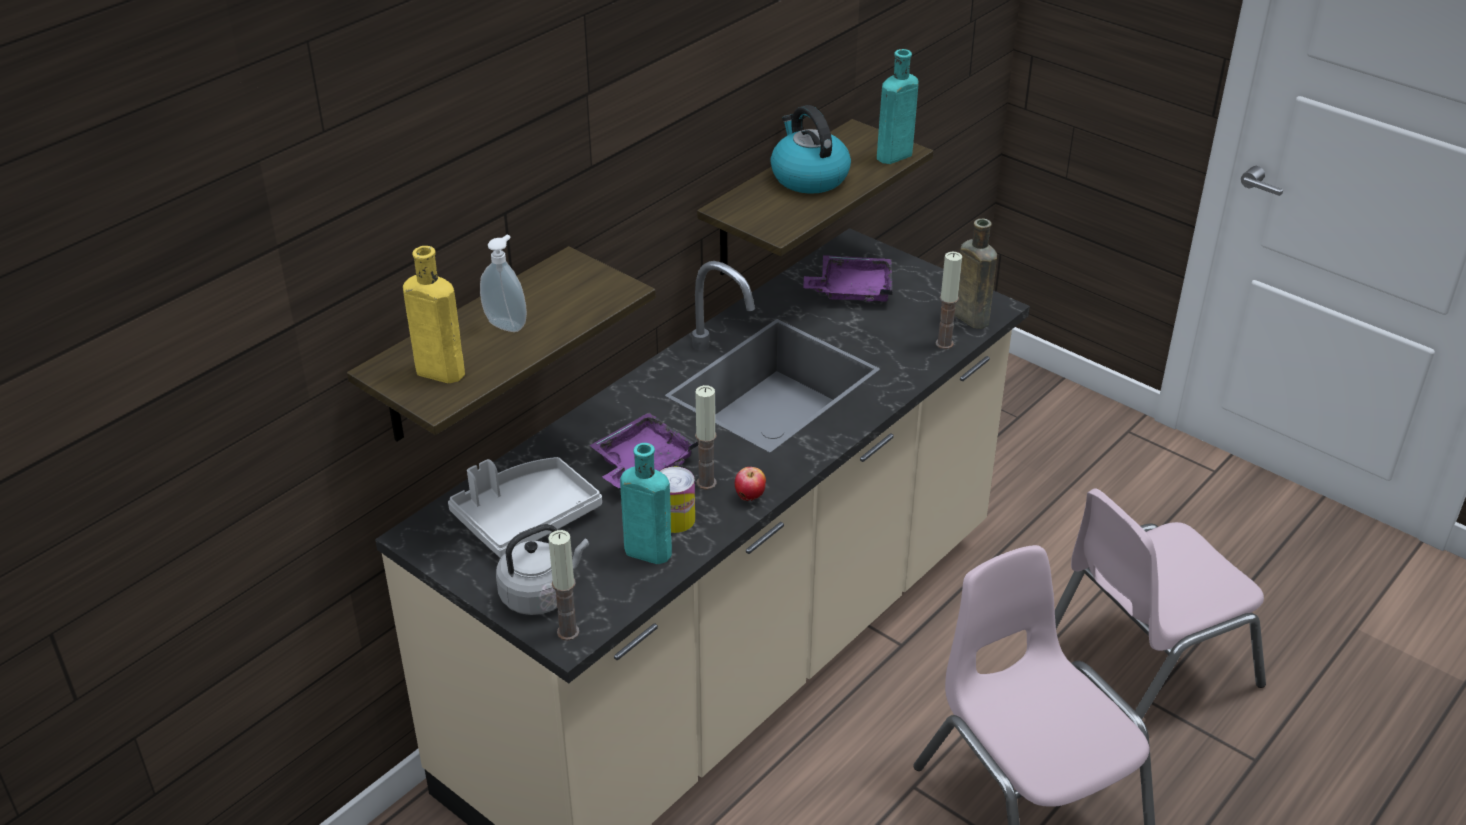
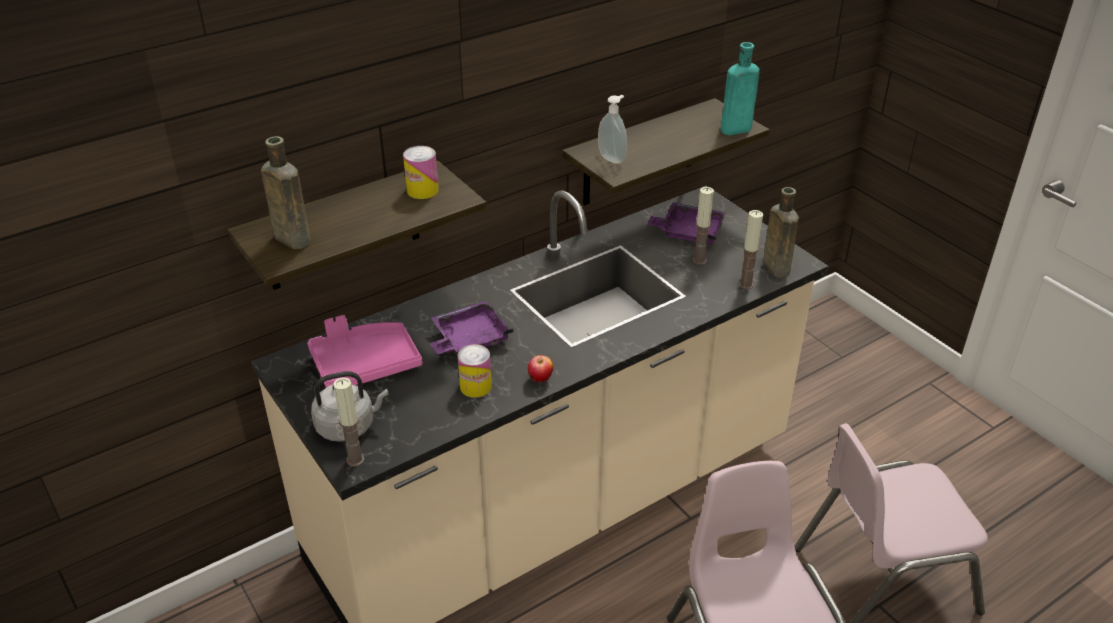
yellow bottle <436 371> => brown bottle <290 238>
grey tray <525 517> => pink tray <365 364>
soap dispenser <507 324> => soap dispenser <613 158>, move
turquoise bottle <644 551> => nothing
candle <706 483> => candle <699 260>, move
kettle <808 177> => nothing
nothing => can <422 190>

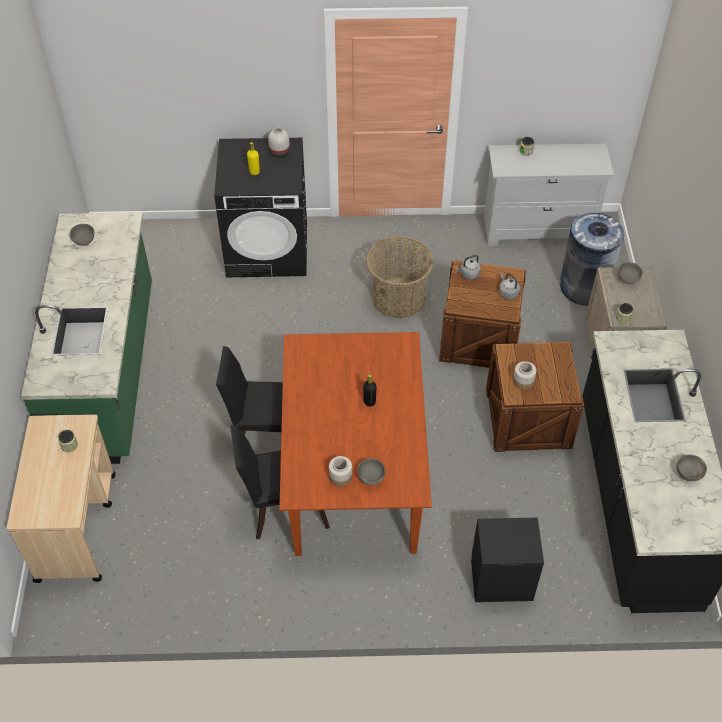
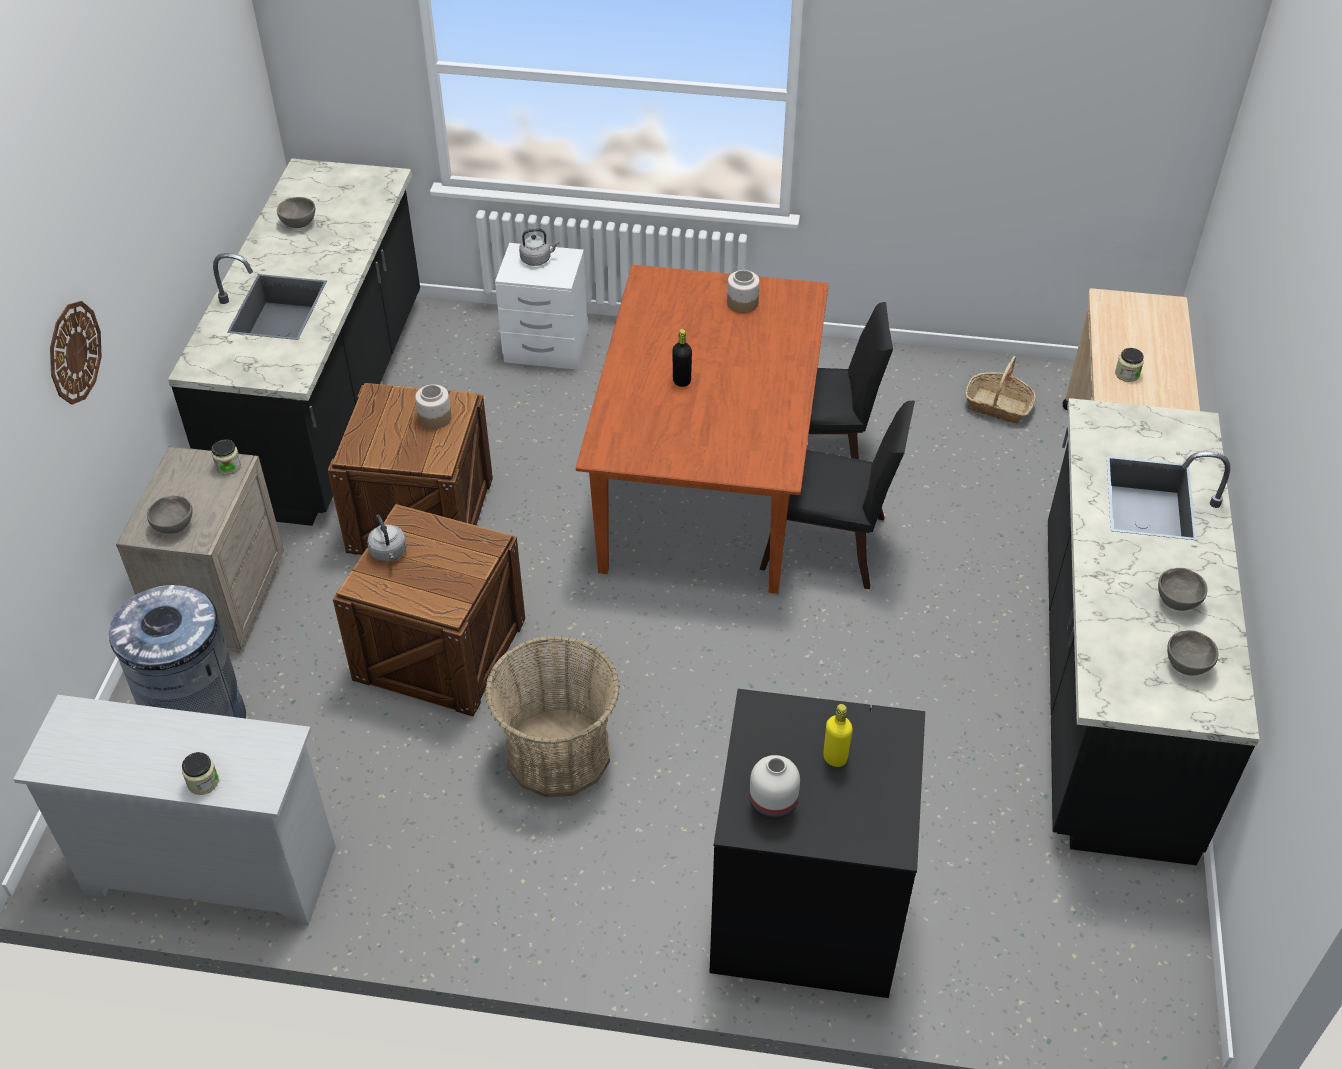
green counter <108 371> => black counter <1109 686>
grey bowl <370 478> => grey bowl <1177 601>, move
grey kettle <468 274> => grey kettle <537 259>, move
black nightstand <501 579> => white nightstand <546 347>
nothing => wall clock <74 352>
nothing => basket <998 406>

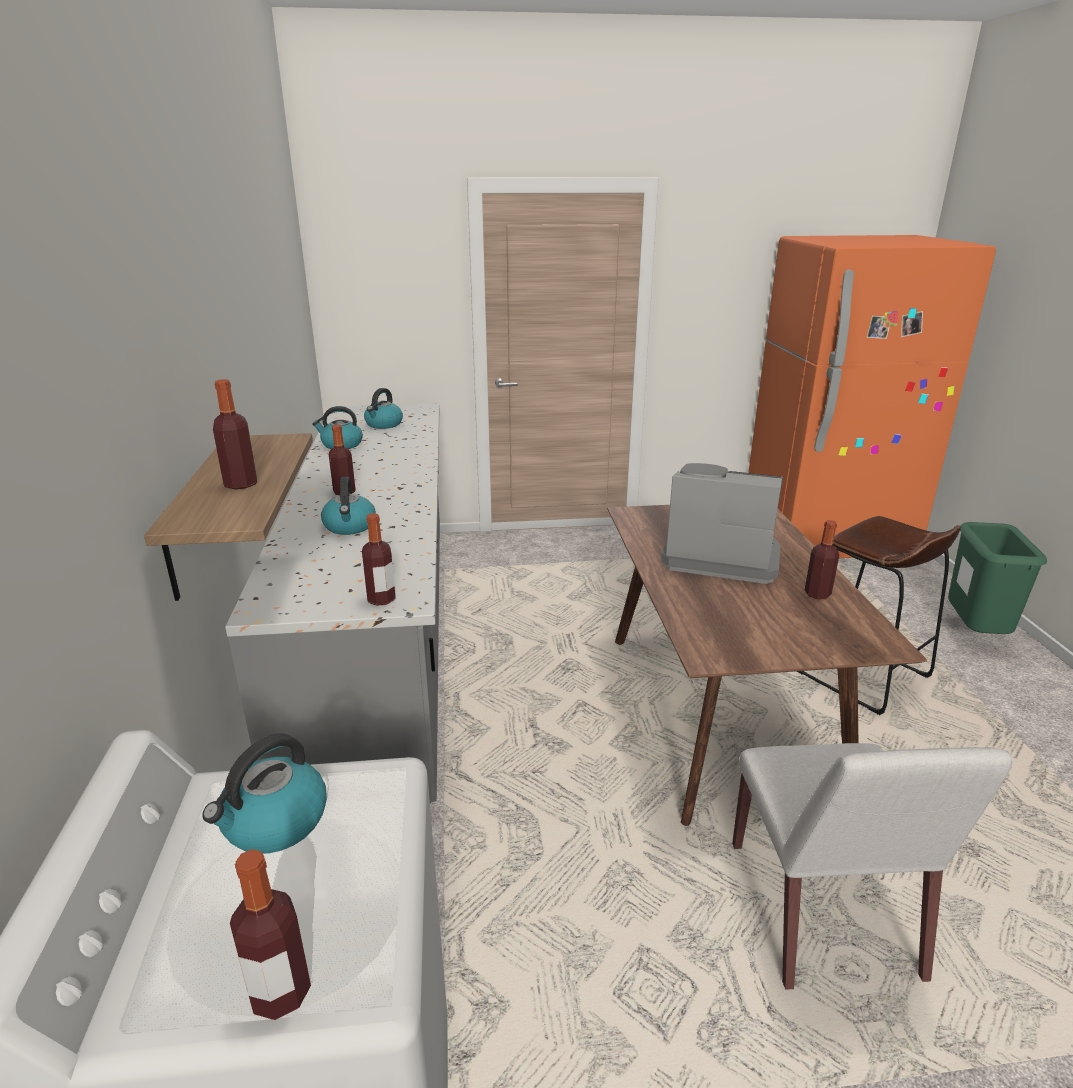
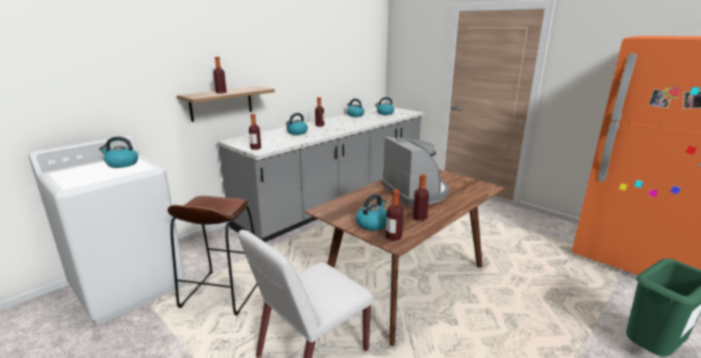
bottle <280 993> => bottle <393 237>, move
brown stool <860 674> => brown stool <222 293>, move
nothing => kettle <372 224>

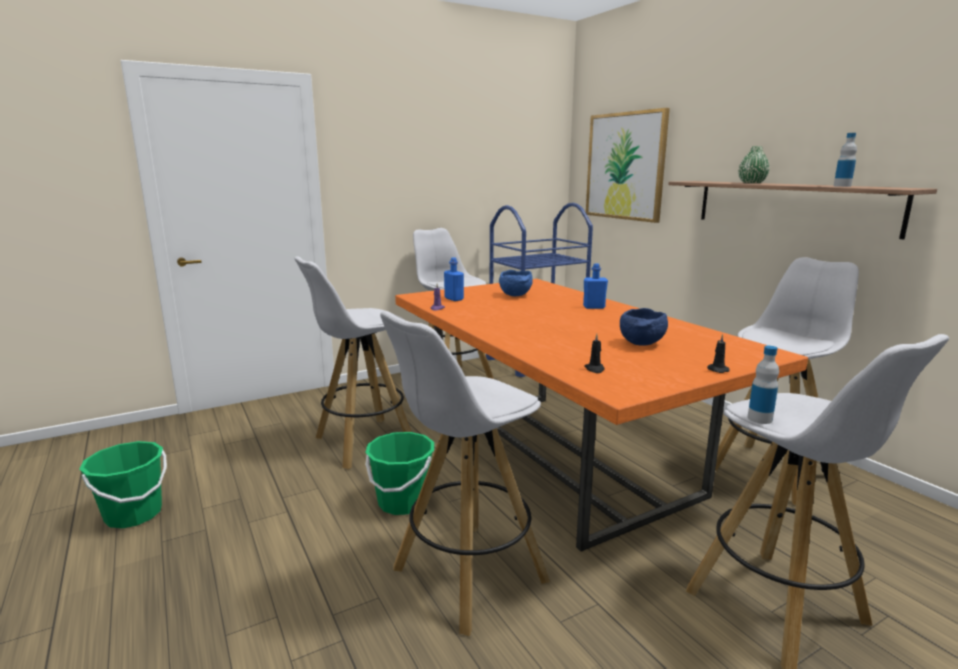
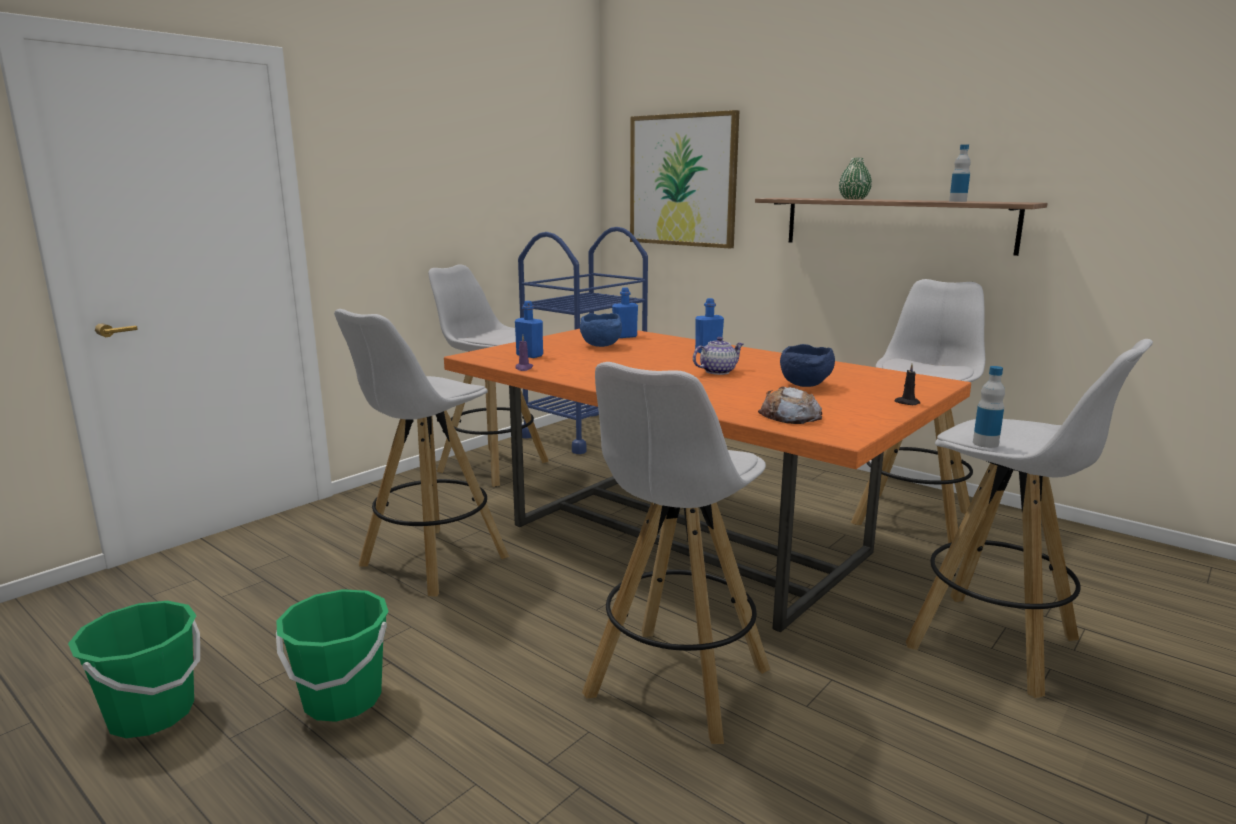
green bucket <402 502> => green bucket <342 699>, move
black candle <595 369> => bread <790 415>
nothing => blue bottle <625 336>
nothing => teapot <718 371>

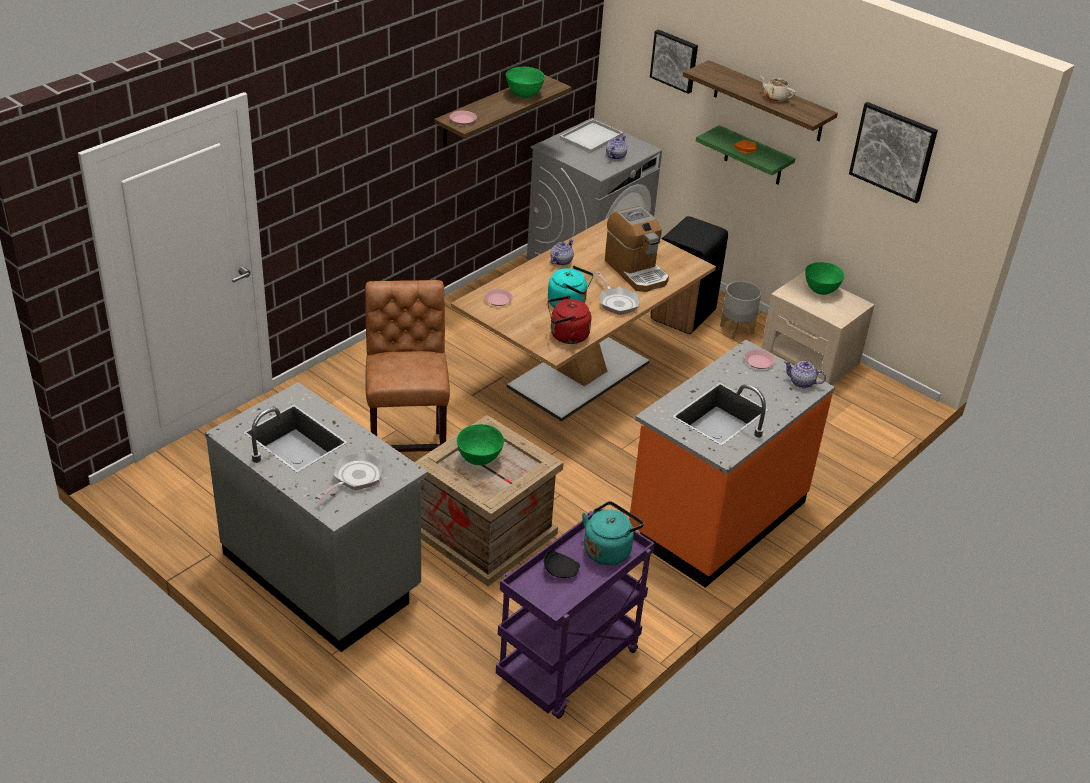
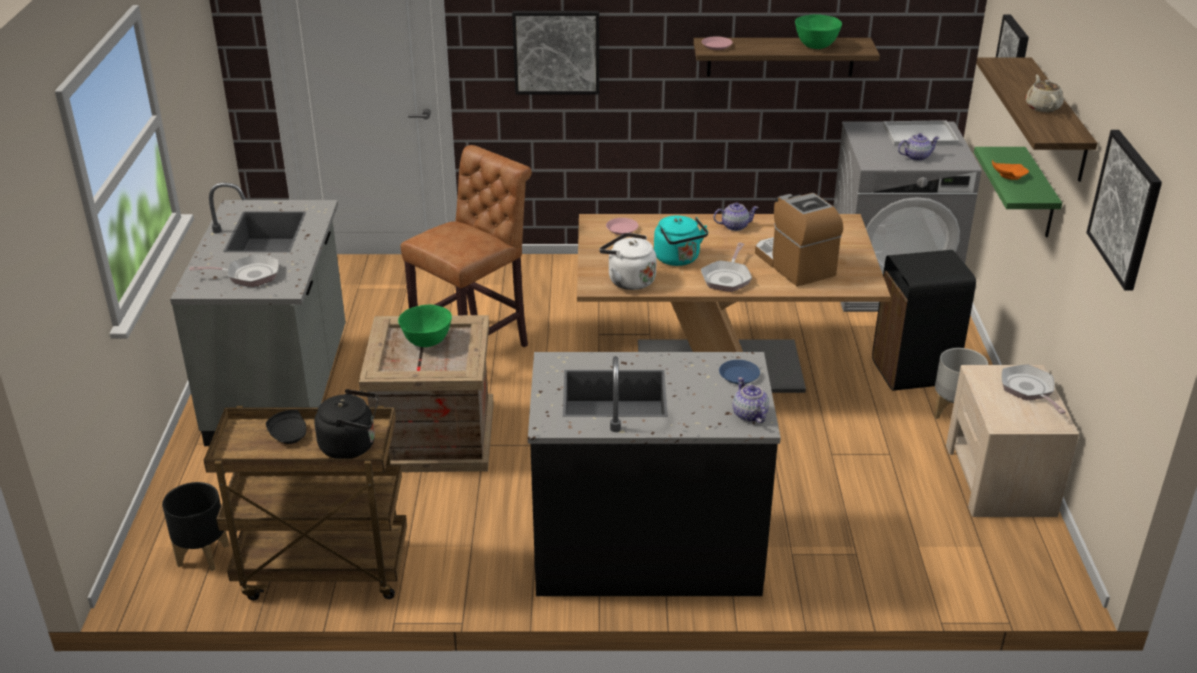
purple cart <569 668> => brown cart <322 571>
red kettle <566 336> => white kettle <628 280>
turquoise kettle <608 549> => black kettle <352 445>
coffee machine <636 271> => coffee machine <794 264>, 135 degrees clockwise
orange counter <715 517> => black counter <647 549>
pink plate <759 362> => blue plate <738 375>
green bowl <821 290> => frying pan <1029 390>
nothing => black planter <203 554>
nothing => picture <556 52>

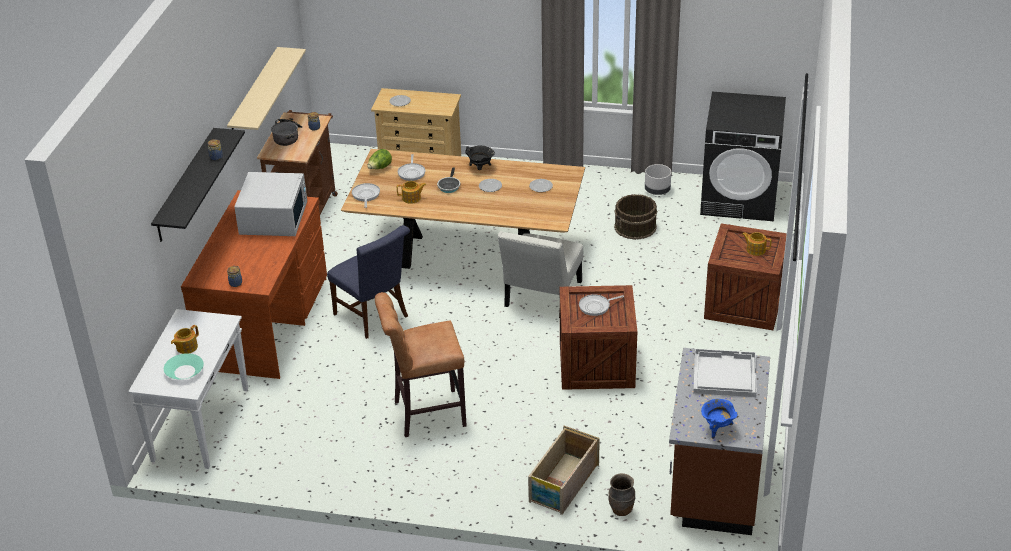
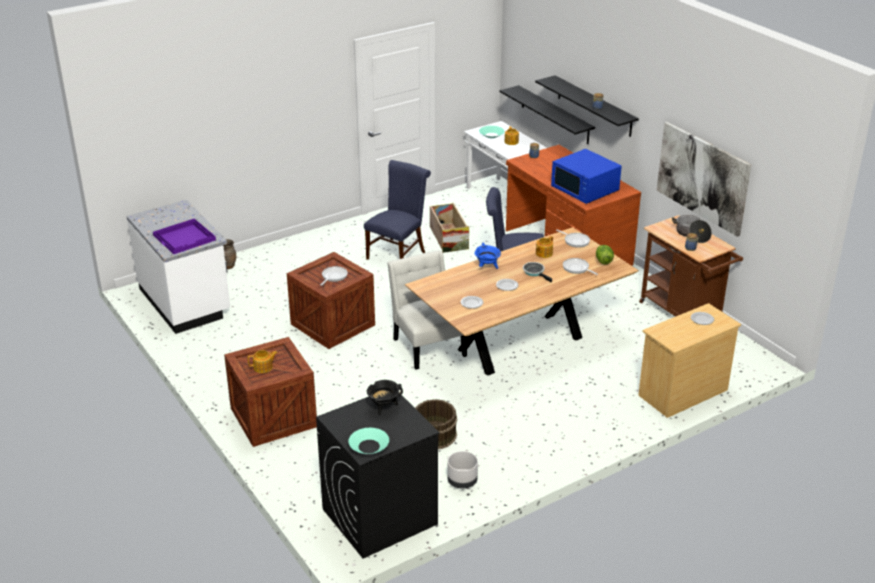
beige shelf <254 96> => picture <702 177>
white microwave <274 218> => blue microwave <585 189>
brown stool <425 414> => blue chair <398 254>
black cooking pot <480 168> => black cooking pot <384 407>, move
crate <563 483> => crate <448 237>, move
brown counter <714 482> => white counter <186 301>
white tray <724 374> => purple tray <185 238>
blue cooking pot <717 428> => blue cooking pot <487 267>, move
nothing => turquoise bowl <368 446>
nothing => black shelf <555 115>

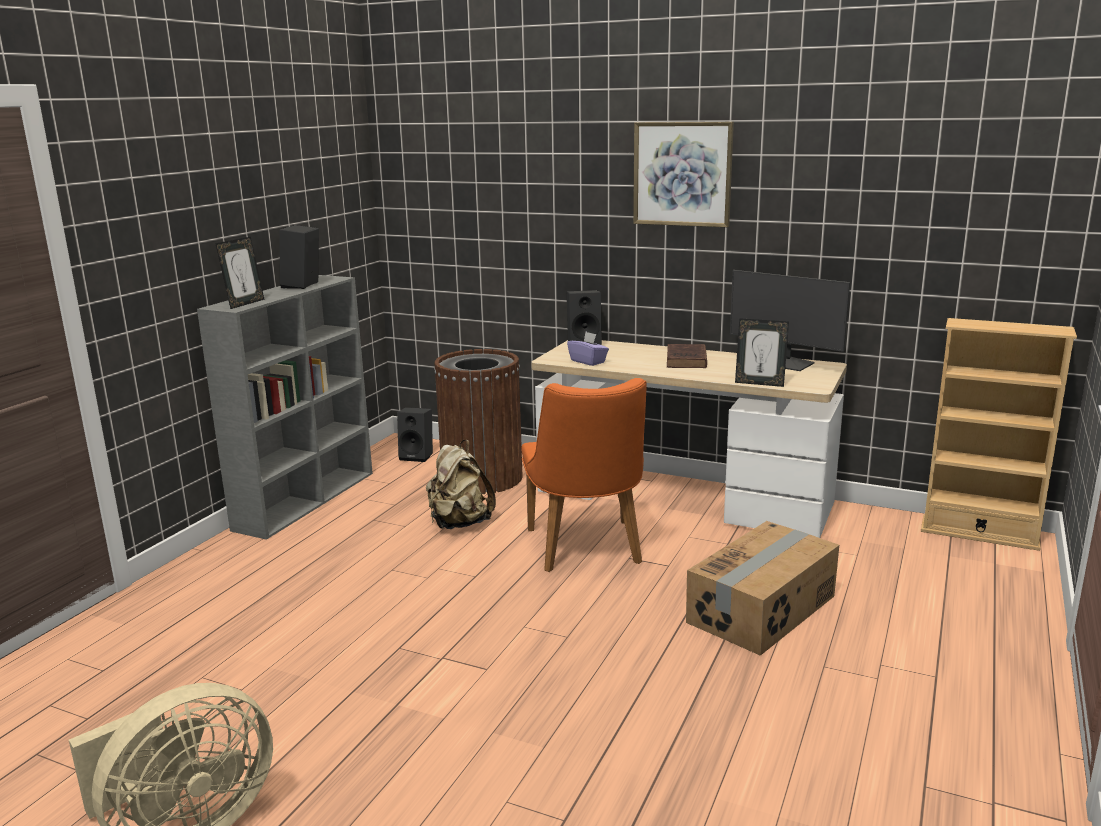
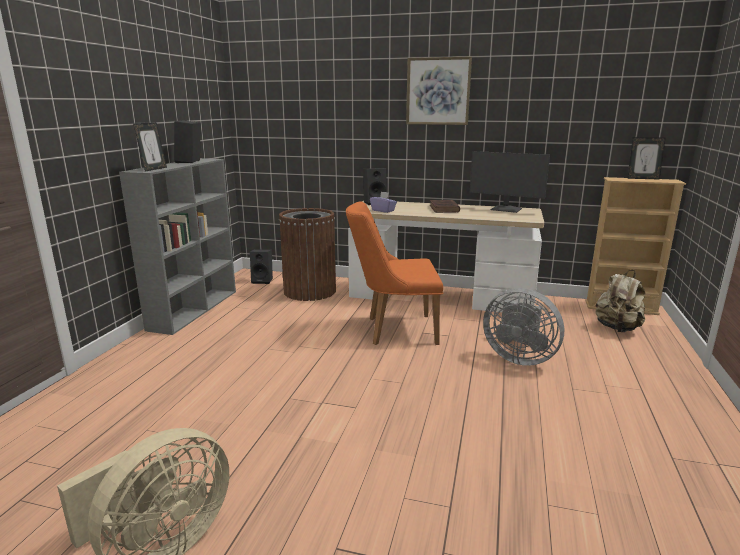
beige backpack <459 523> => beige backpack <617 328>, move
orange chair <587 551> => orange chair <394 330>, 105 degrees clockwise
cardboard box <763 609> => grey fan <519 357>
picture frame <759 383> => picture frame <642 178>, move

